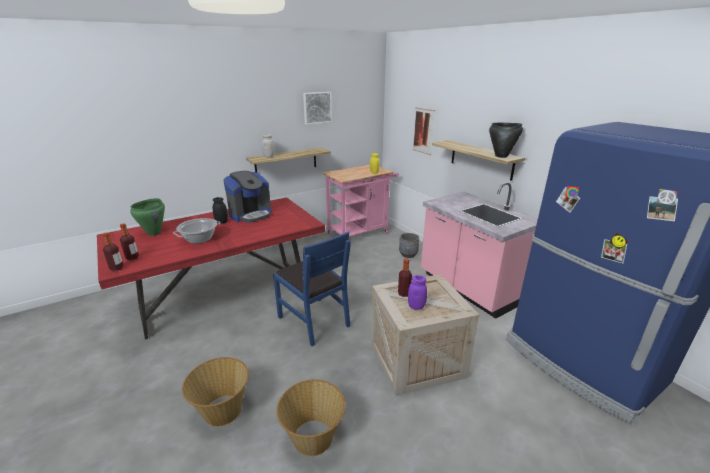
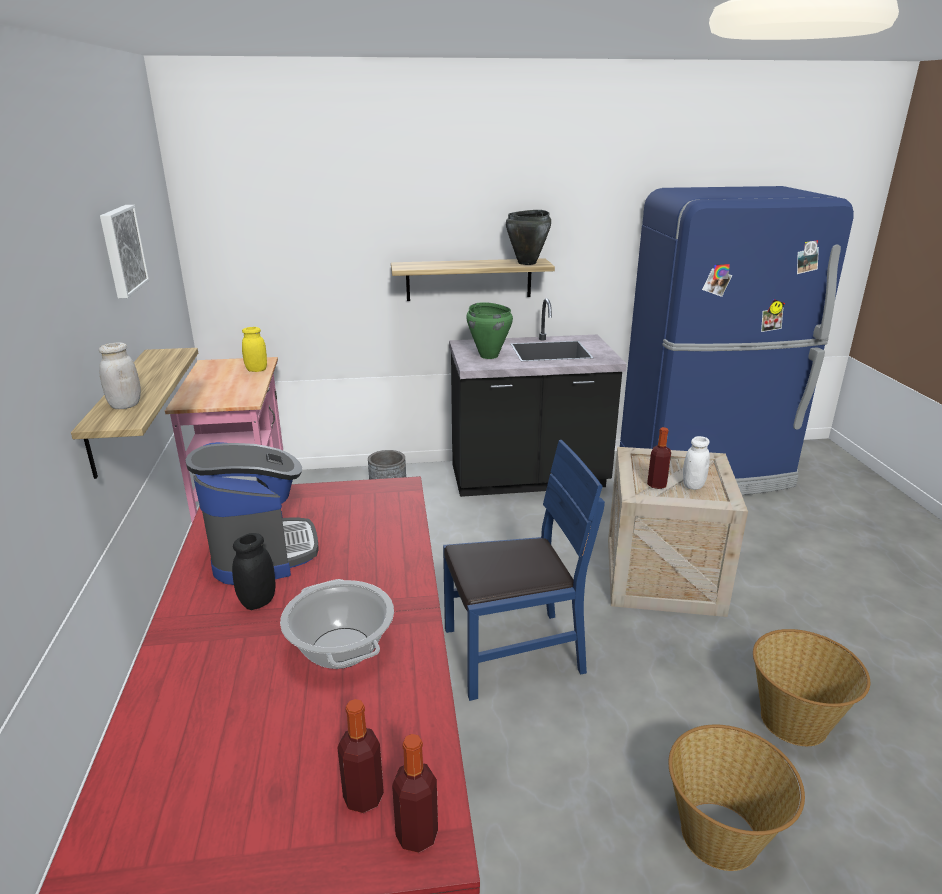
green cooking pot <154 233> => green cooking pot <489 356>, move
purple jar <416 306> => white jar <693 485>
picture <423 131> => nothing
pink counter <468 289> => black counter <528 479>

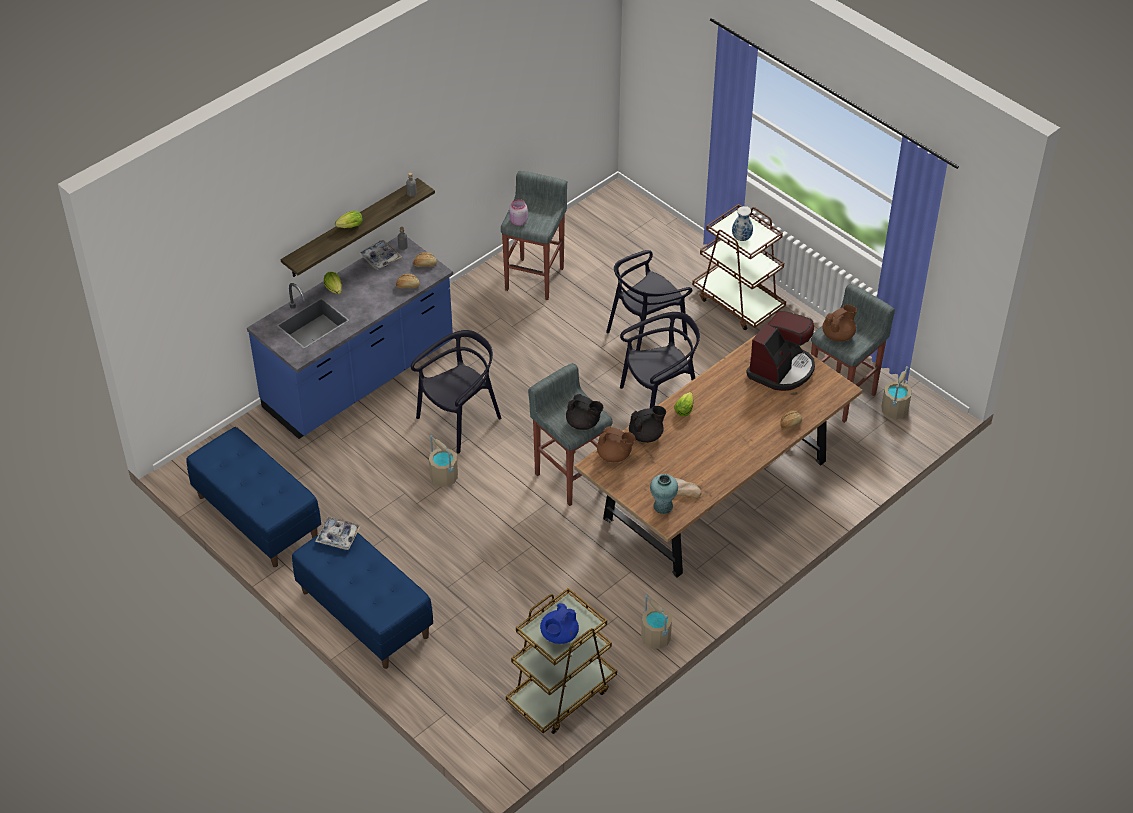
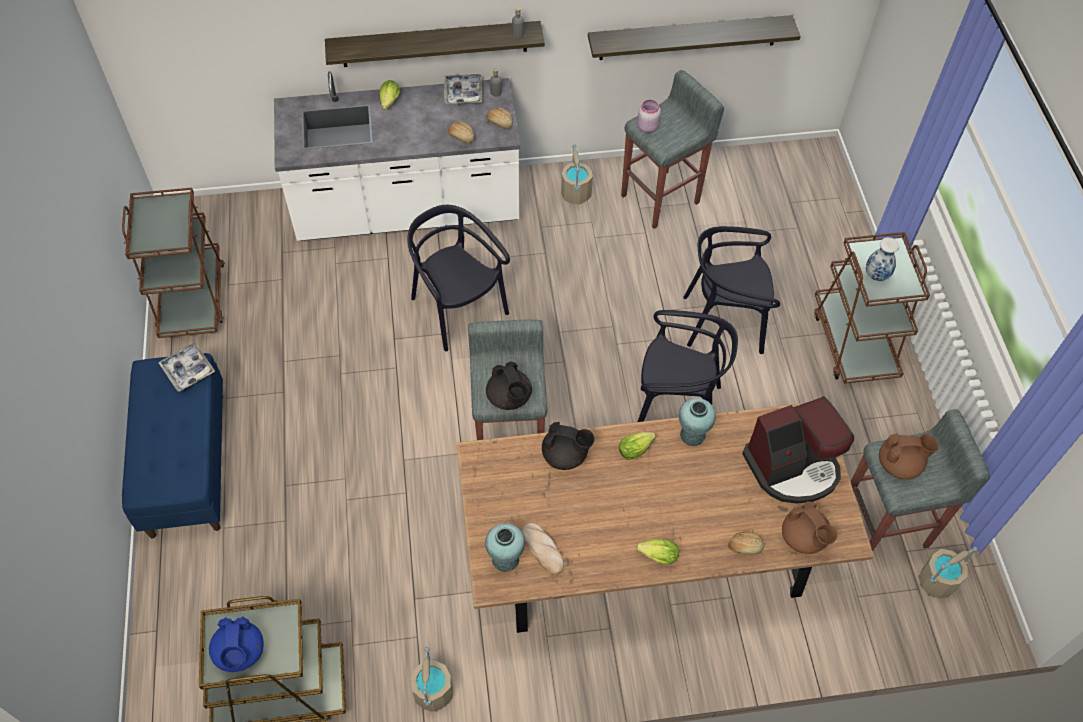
blue bench <256 517> => brown cart <192 298>
blue counter <360 378> => white counter <407 211>
lettuce <349 227> => lettuce <656 555>, move
black chair <459 421> => black chair <457 309>, 120 degrees counterclockwise
beige bucket <443 476> => beige bucket <575 193>, move
blue teapot <559 635> => blue teapot <240 653>, 75 degrees counterclockwise
brown teapot <614 455> => brown teapot <804 538>, move
nothing => shelf <688 37>
nothing => turquoise vase <692 435>

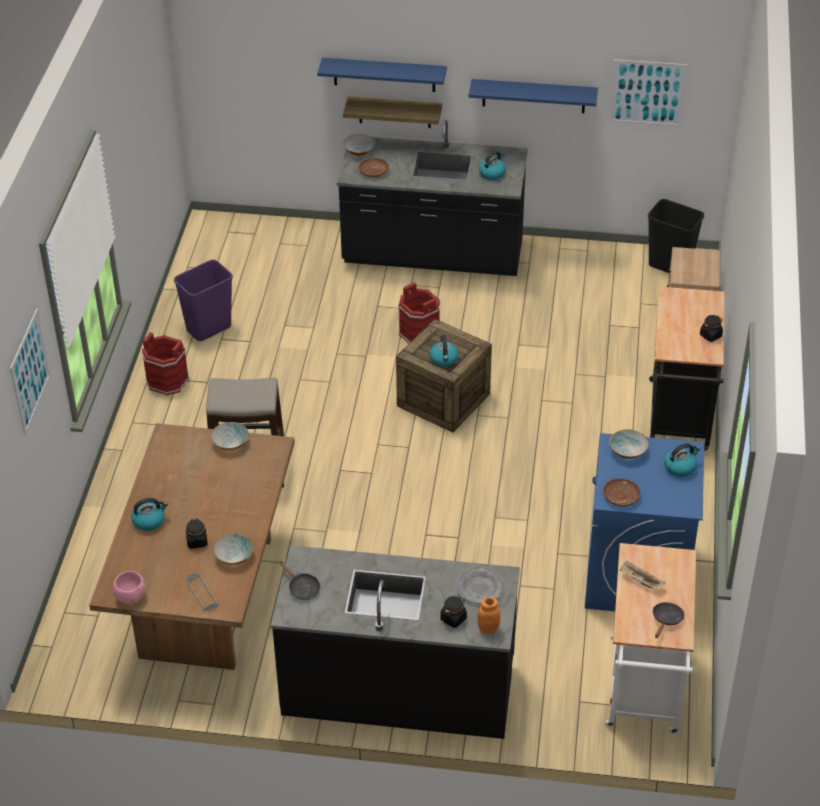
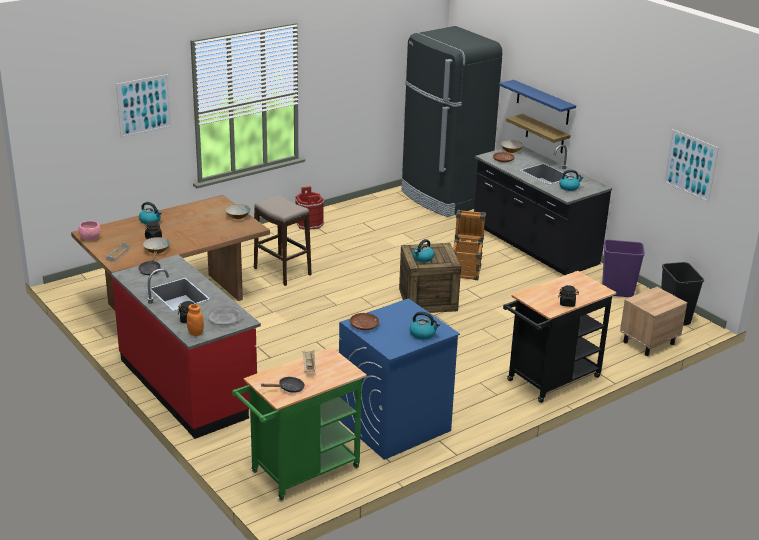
purple trash can <208 328> => purple trash can <617 292>, move
black counter <398 687> => red counter <188 386>
red bucket <419 333> => crate <466 270>
blue shelf <533 96> => nothing
white cart <644 692> => green cart <299 473>
bowl <628 451> => nothing
nothing => black fridge <444 198>

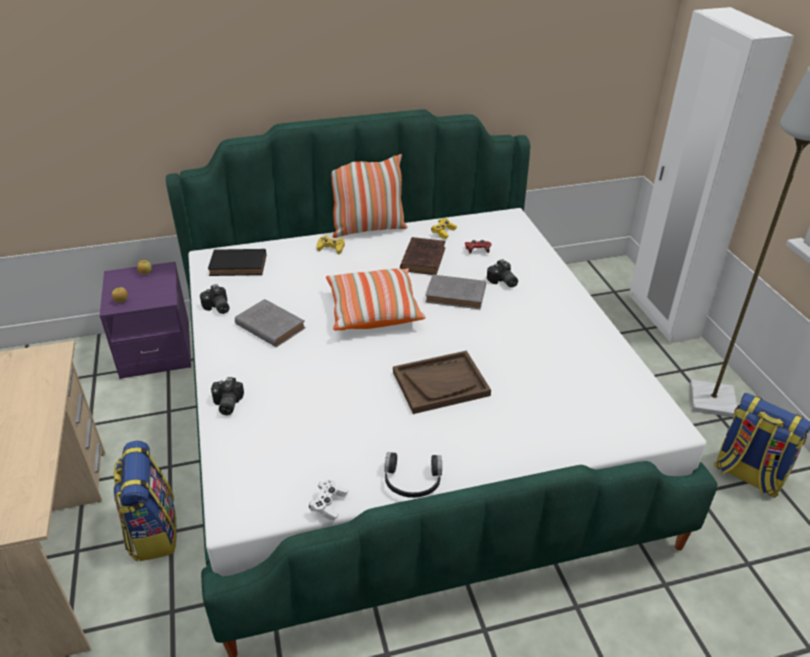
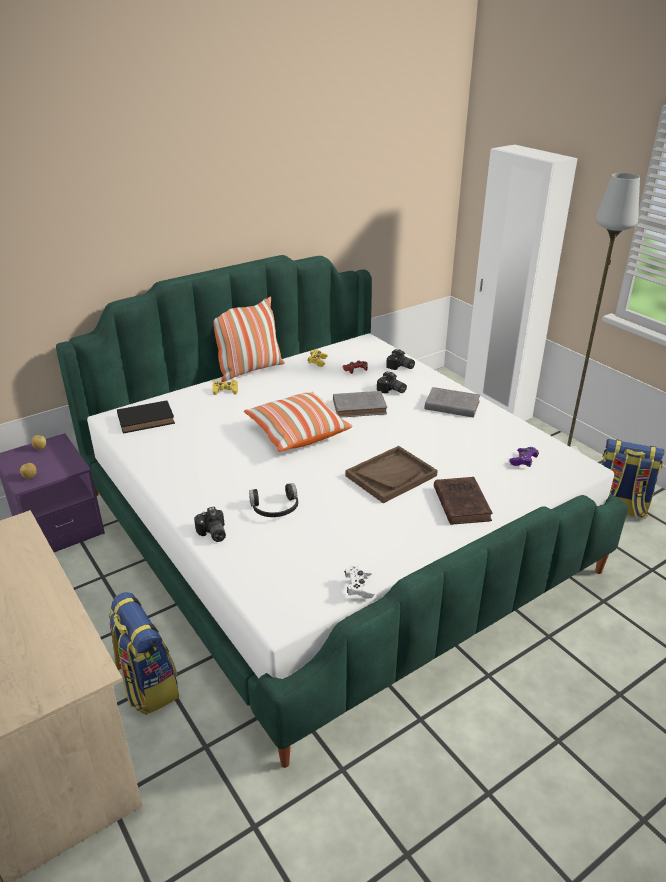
photo camera <217 308> => photo camera <400 367>, move
grey book <269 326> => grey book <450 405>, move
black headphones <412 482> => black headphones <275 508>, move
brown book <423 258> => brown book <461 503>, move
nothing => purple game controller <523 461>

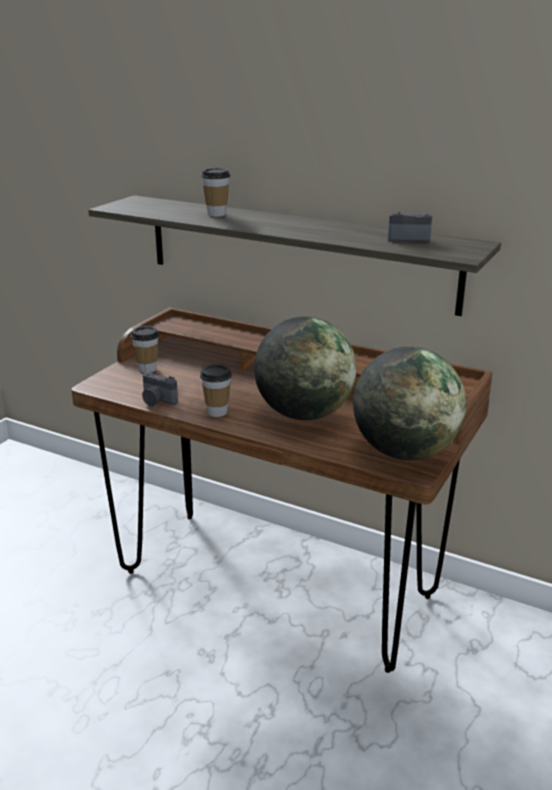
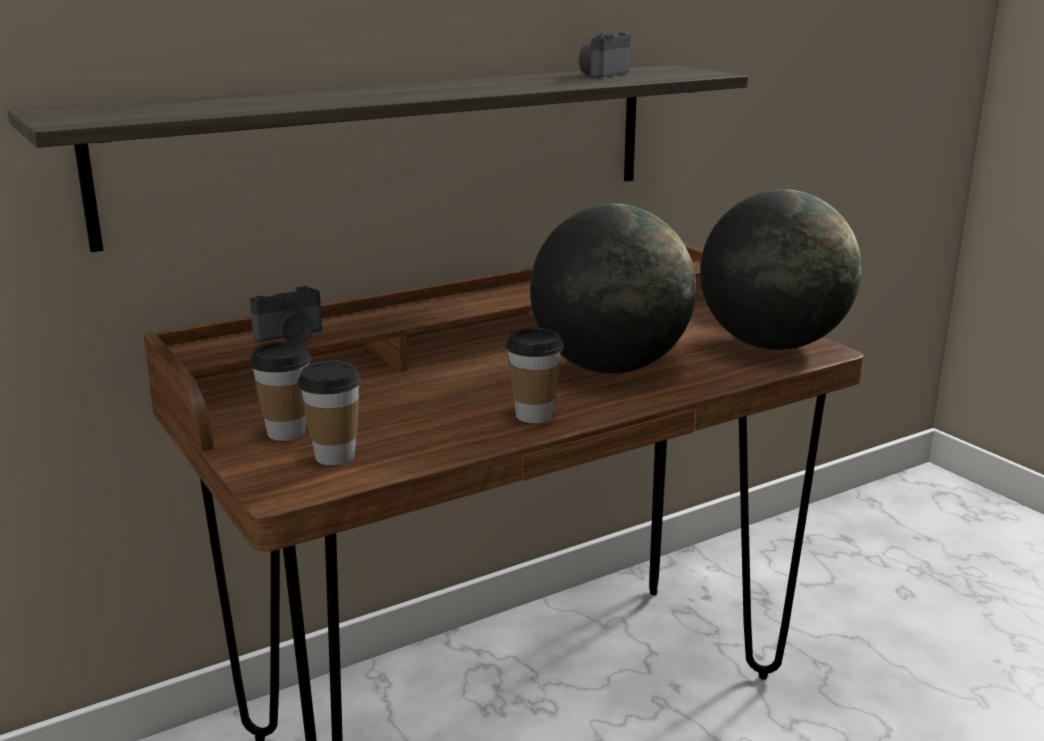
photo camera <157 401> => photo camera <291 337>, move
cup <216 214> => cup <334 456>, move

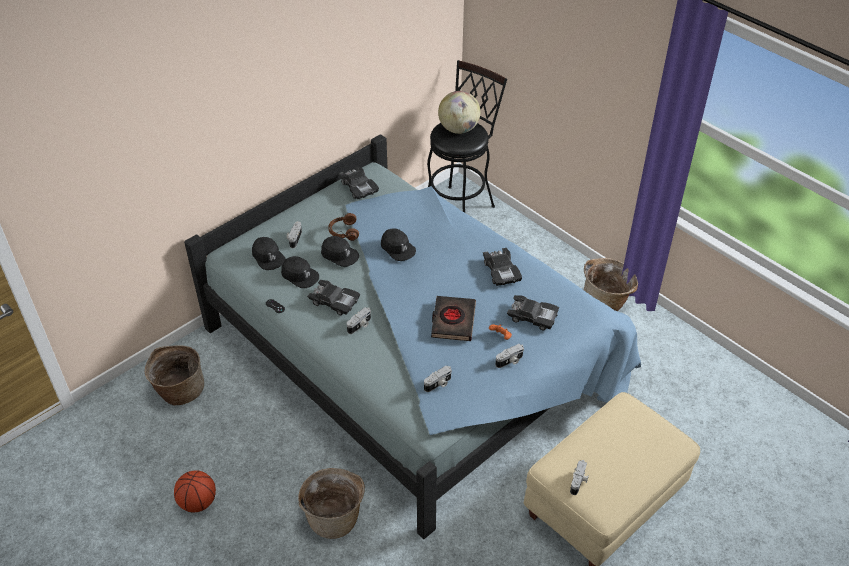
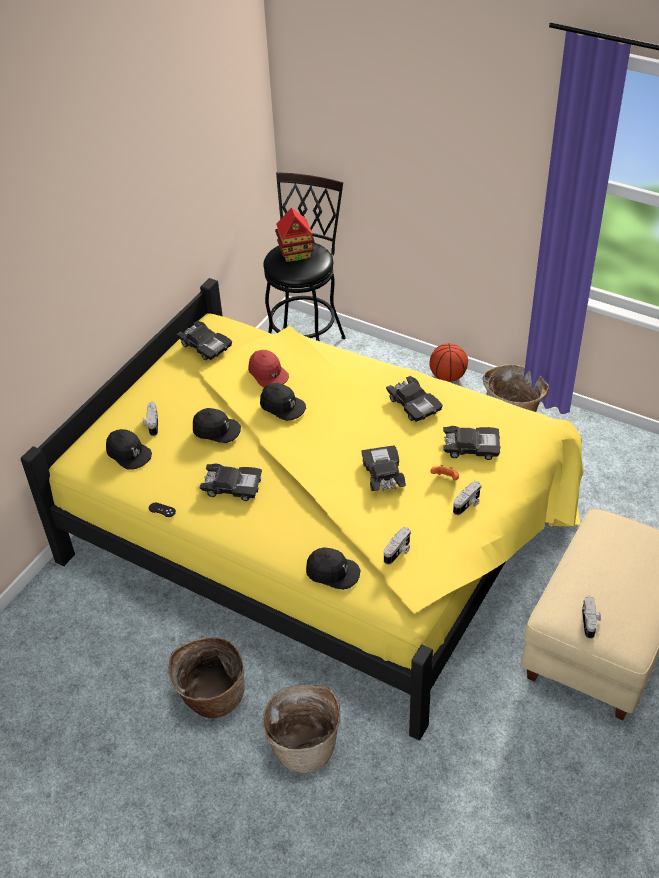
basket <179 390> => basket <211 697>, move
basketball <198 502> => basketball <447 376>, move
blue bed <416 356> => yellow bed <324 529>
black cap <300 275> => black cap <332 572>, move
brown headphones <343 232> => nothing
photo camera <360 325> => nothing
black book <453 321> => black toy car <383 475>
globe <458 129> => toy house <296 253>
nothing => red cap <268 373>

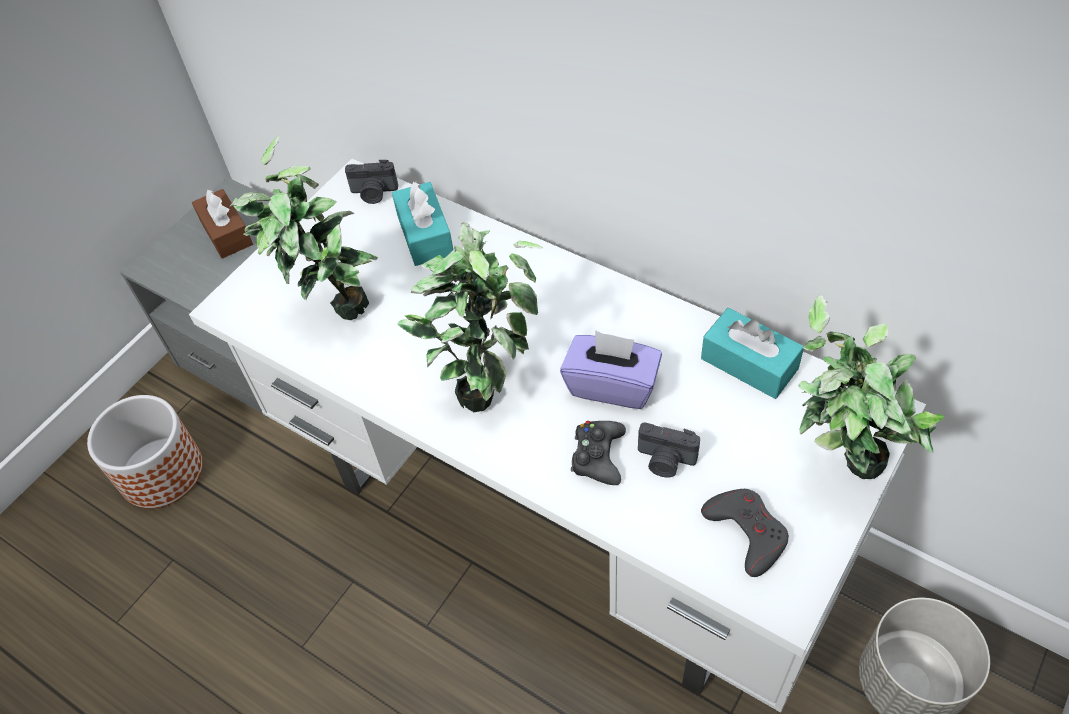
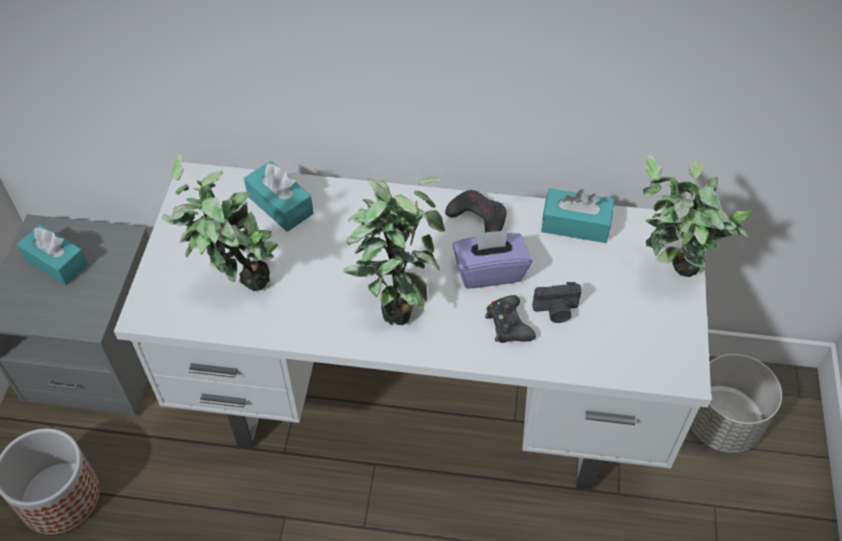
brown tissue box <226 233> => turquoise tissue box <56 262>
photo camera <374 193> => nothing
grey game controller <746 532> => grey game controller <478 217>, move

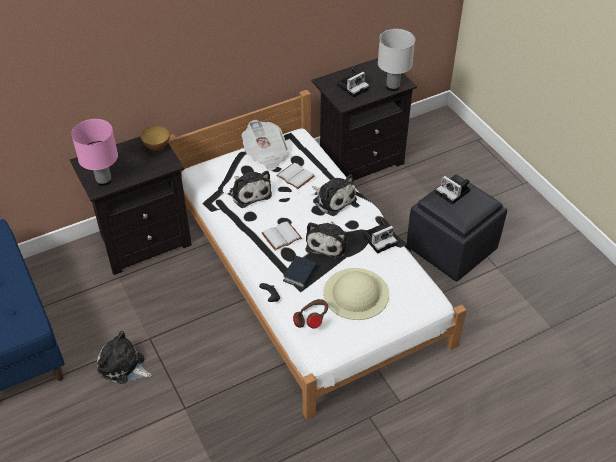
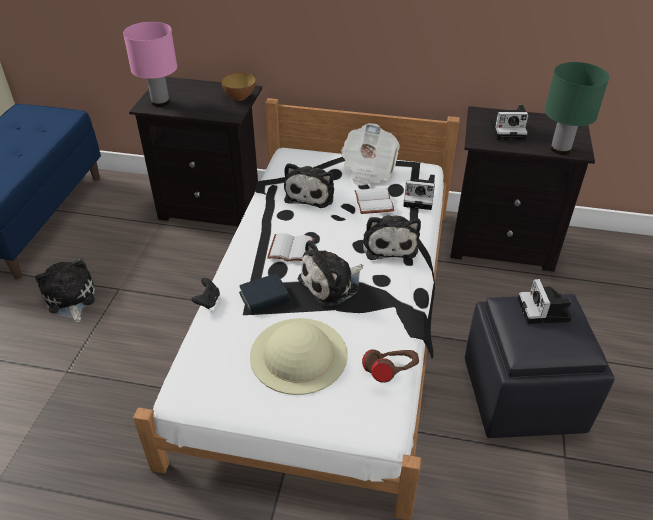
brown headphones <312 320> => brown headphones <390 374>, move
photo camera <380 239> => photo camera <420 198>, move
white table lamp <392 87> => green table lamp <560 149>

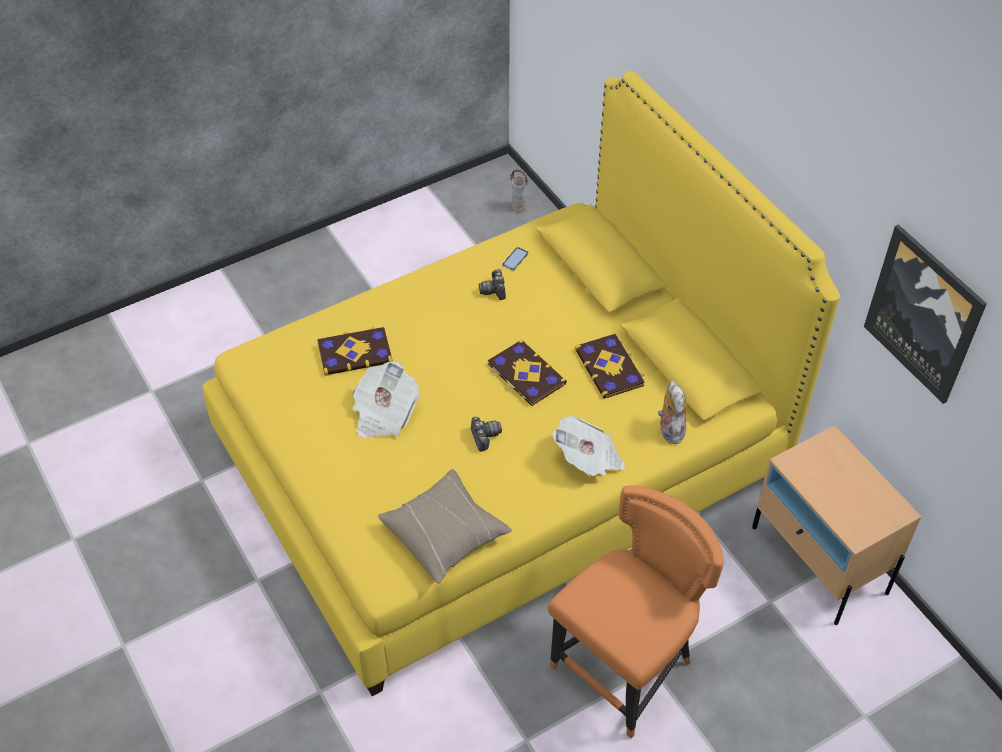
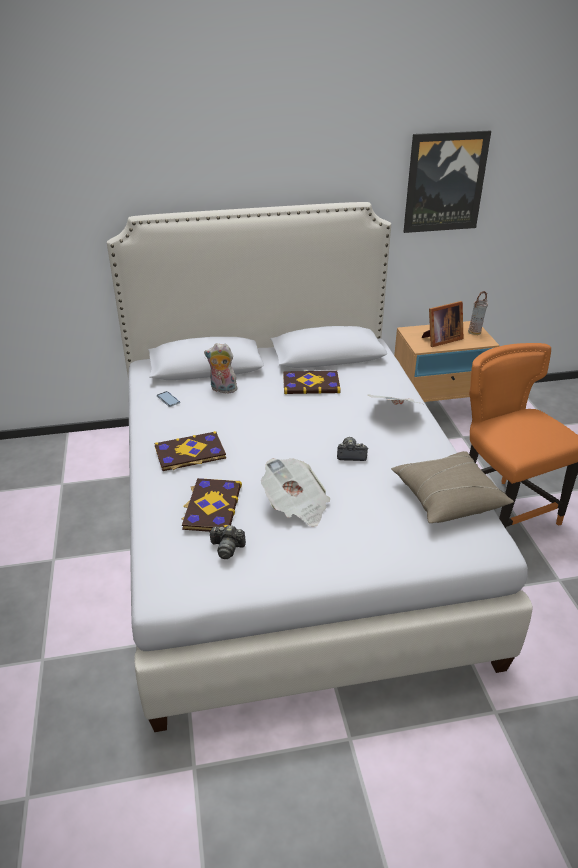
yellow bed <500 459> => white bed <287 527>
photo camera <494 290> => photo camera <227 548>, move
book <525 374> => book <190 453>, move
vase <519 208> => vase <475 332>, move
plush toy <669 430> => plush toy <222 389>, move
nothing => picture frame <440 340>

